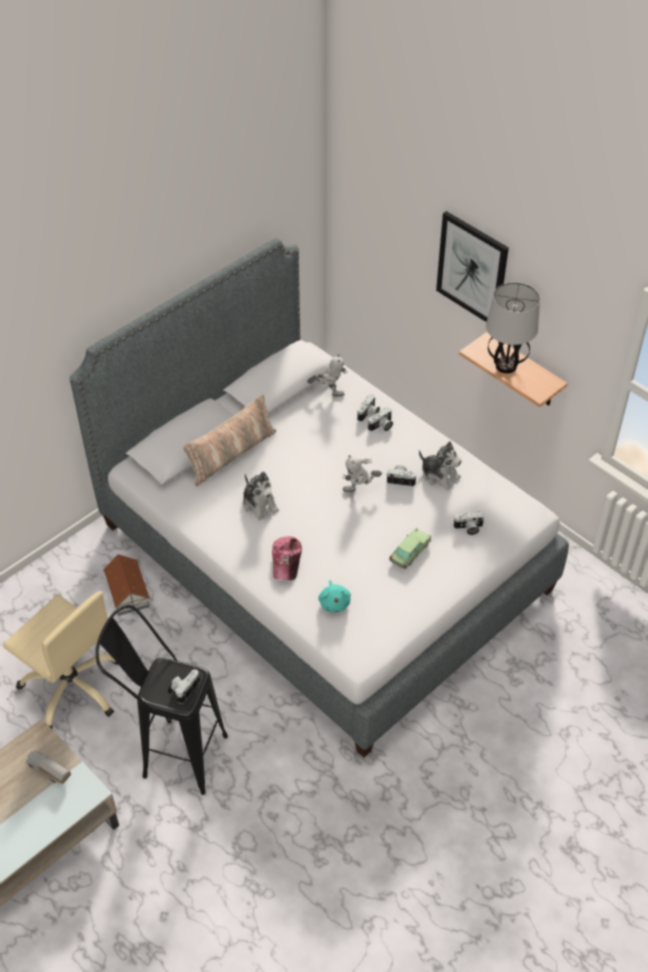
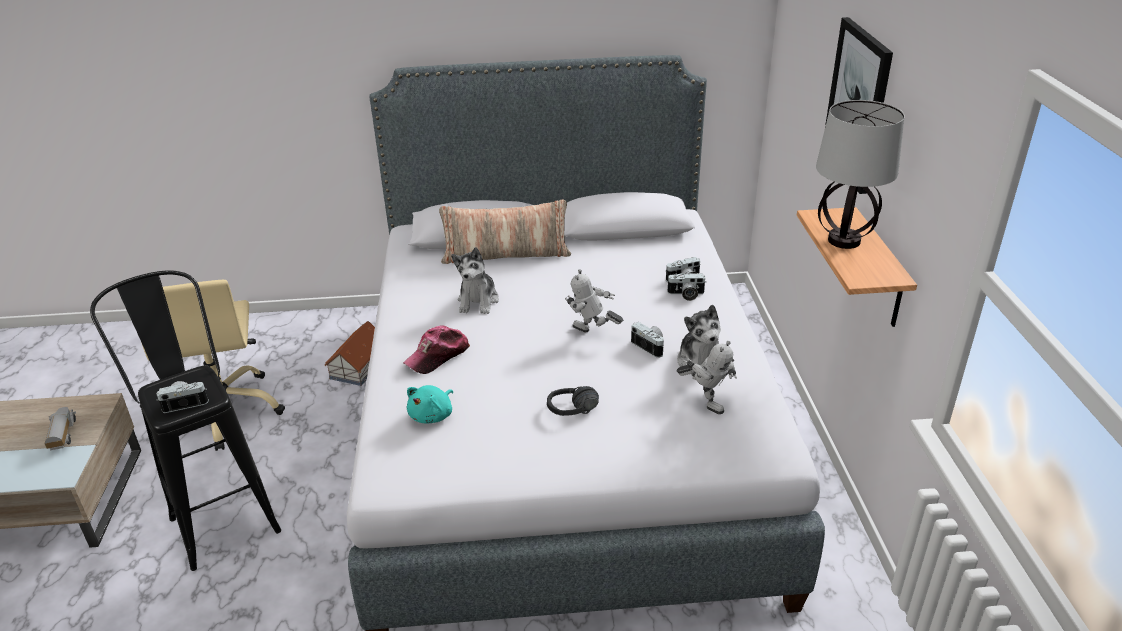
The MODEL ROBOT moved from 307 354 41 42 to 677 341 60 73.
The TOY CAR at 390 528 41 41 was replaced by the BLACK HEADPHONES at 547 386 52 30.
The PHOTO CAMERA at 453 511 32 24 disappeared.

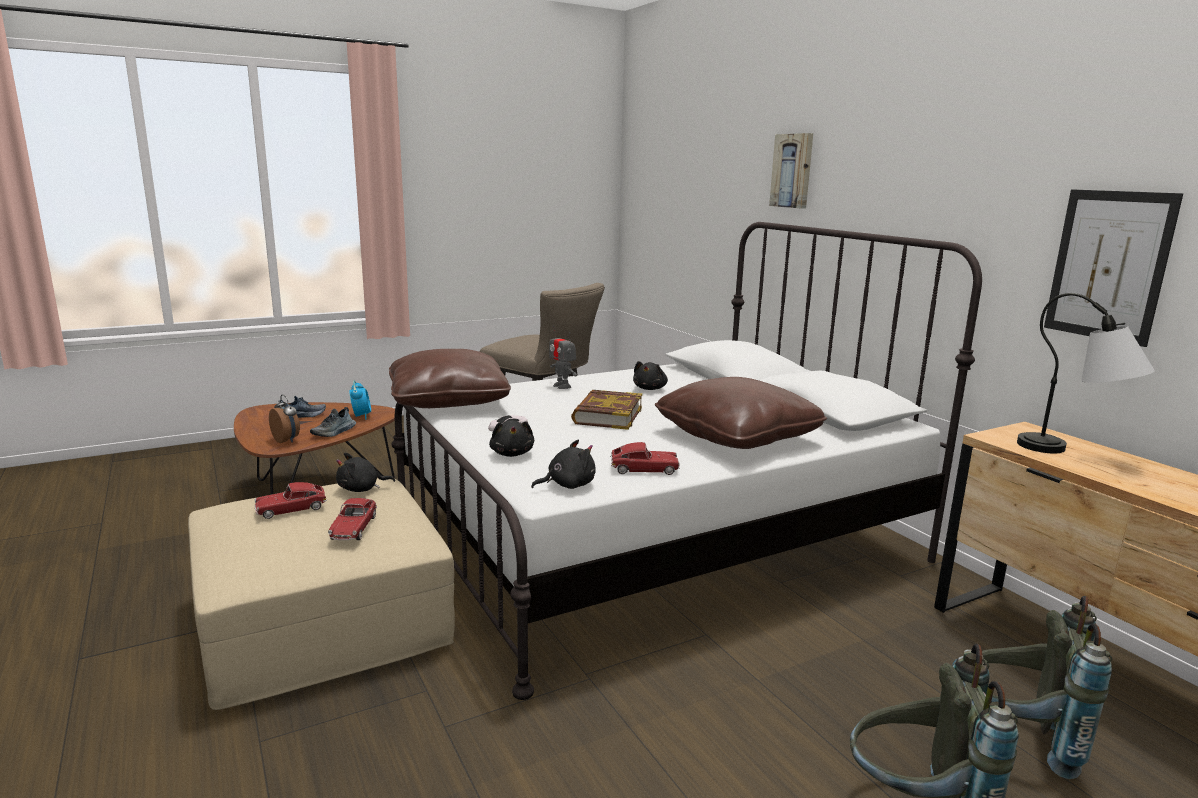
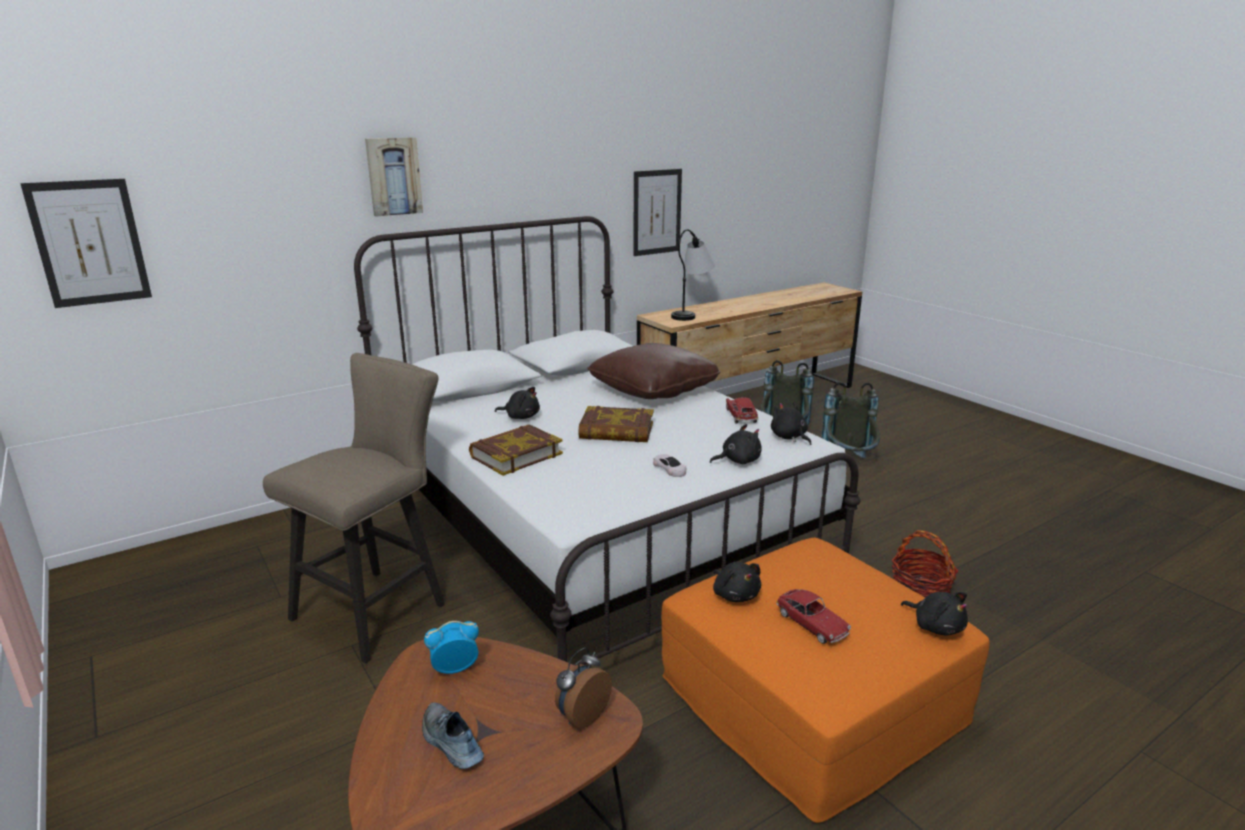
The SAND-COLOURED FOOTREST at 188 478 267 232 became the ORANGE-COLOURED FOOTREST at 662 538 328 285.
The SHOE at 310 407 46 30 disappeared.
The TOY CAR at 328 498 49 42 disappeared.
The BROWN PILLOW at 389 349 122 59 disappeared.
The MODEL ROBOT at 549 326 28 63 was replaced by the VOLUME at 469 424 94 52.
The PICTURE at 20 179 132 129 appeared.
The BASKET at 892 530 66 68 appeared.
The BLACK PLUSH TOY at 901 592 67 43 appeared.

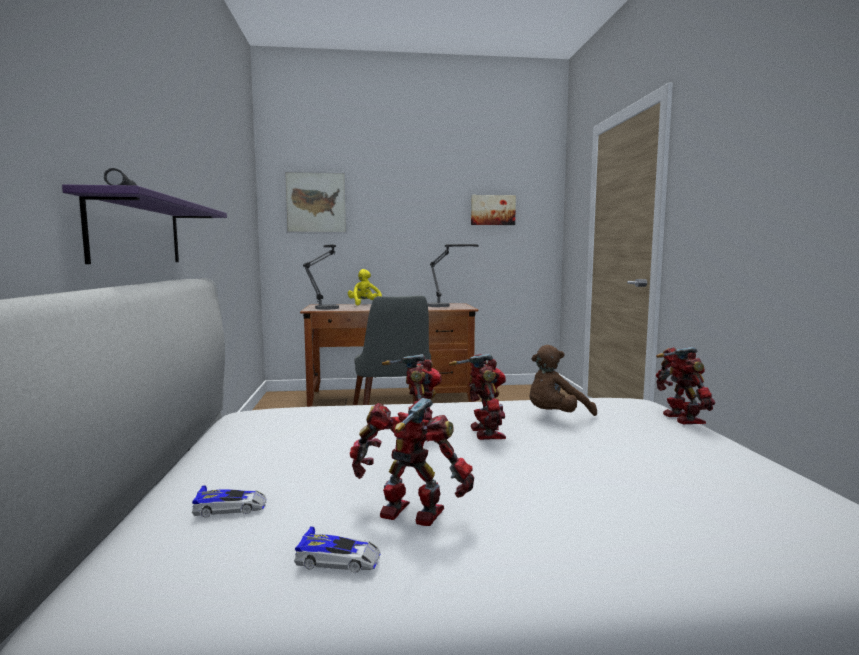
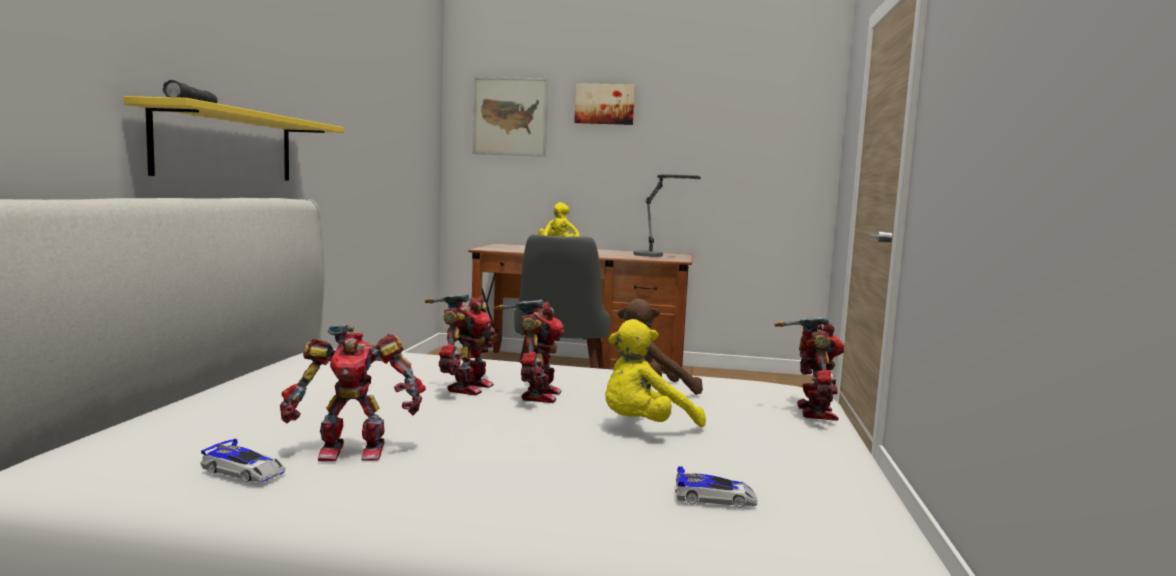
The PURPLE-COLOURED BRACKET SHELF at 62 184 165 80 became the YELLOWISH BRACKET SHELF at 124 96 220 85.
The TOY CAR moved from 192 485 75 32 to 675 466 82 42.
The LAMP FOR A TABLE at 303 244 36 66 disappeared.
The MODEL ROBOT at 350 398 124 128 turned 135 degrees clockwise.
The PICTURE moved from 471 195 45 30 to 574 83 61 42.
The YELLOWISH PLUSH TOY at 605 319 101 109 appeared.

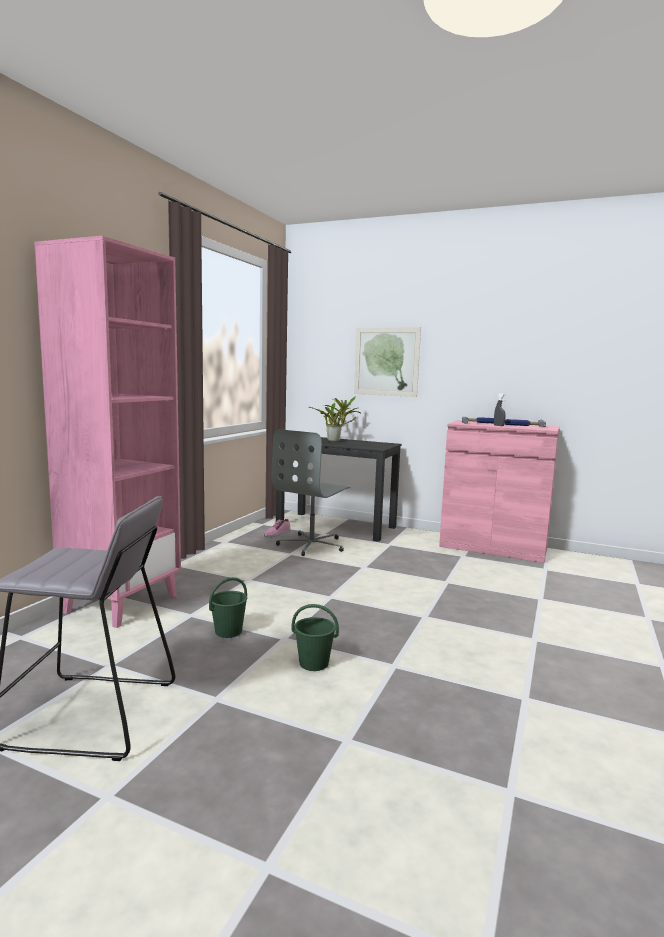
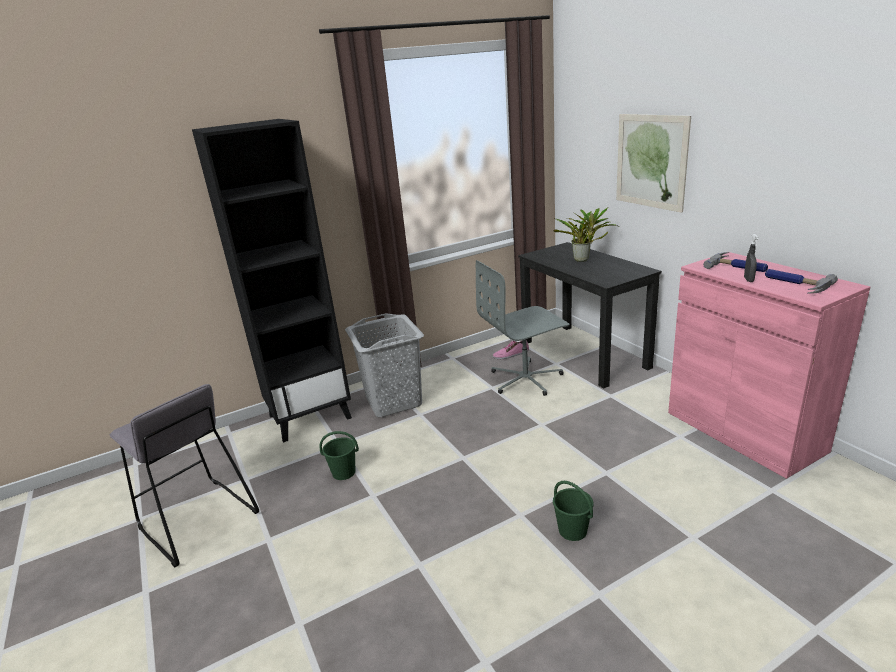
The PINK-COLOURED SHELVING UNIT at 34 236 147 392 became the BLACK SHELVING UNIT at 192 119 160 324.
The GREEN WATER BUCKET moved from 292 604 47 67 to 553 481 41 60.
The GRAY LAUNDRY BASKET at 345 313 79 104 appeared.

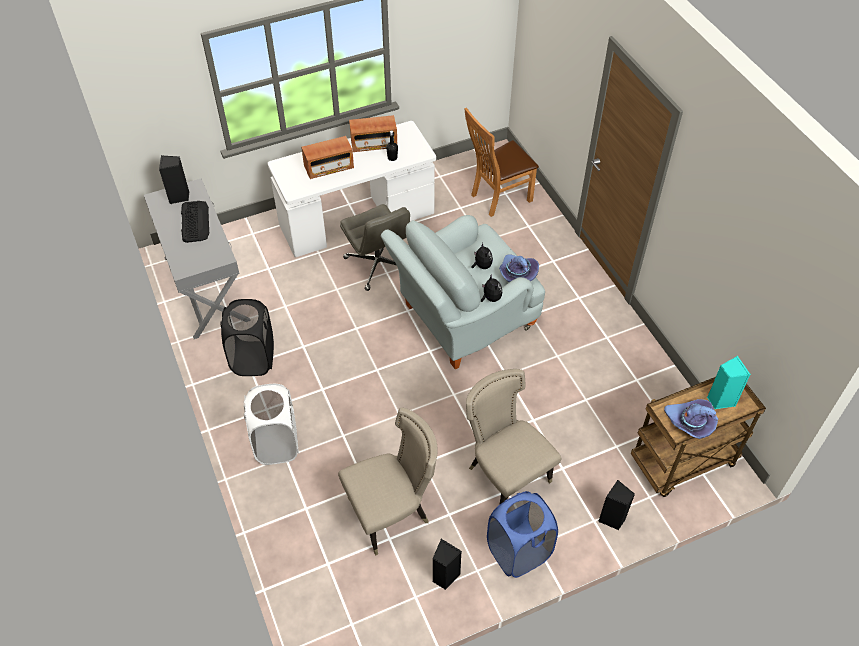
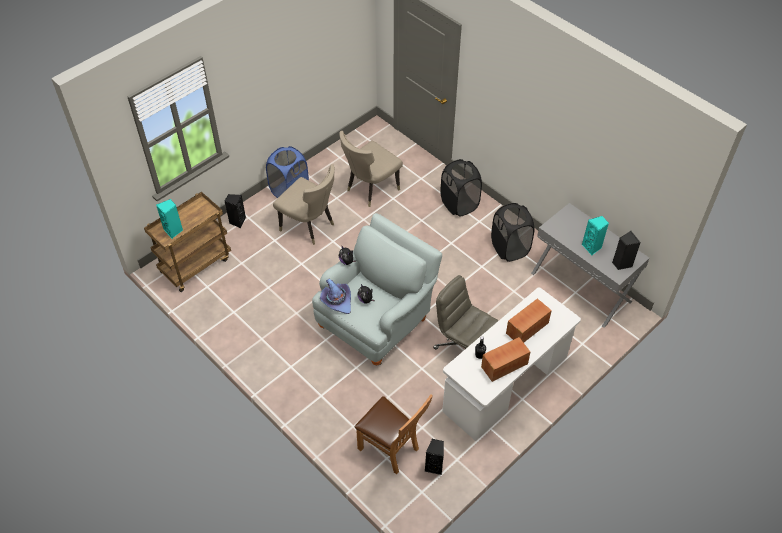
The KEYBOARD at 181 201 29 42 was replaced by the BLUE-GREEN LOUDSPEAKER at 582 216 27 39.
The WHITE LAUNDRY BASKET at 244 384 55 81 became the BLACK LAUNDRY BASKET at 440 159 42 58.
The BLACK LOUDSPEAKER moved from 432 539 30 51 to 424 439 20 36.
The BROWN UPRIGHT CHAIR at 464 108 75 109 turned 90 degrees clockwise.
The PURPLE-COLOURED WEARABLE HAT at 664 399 54 40 disappeared.

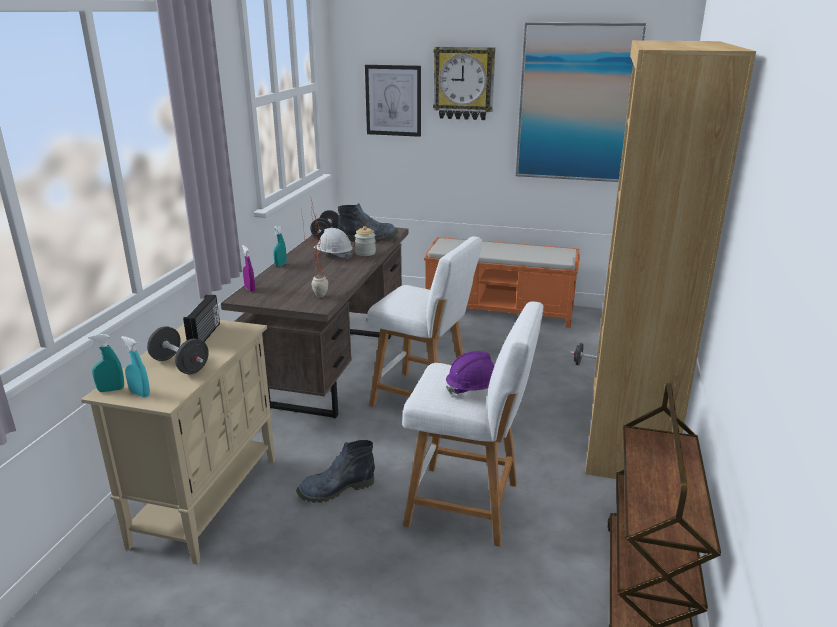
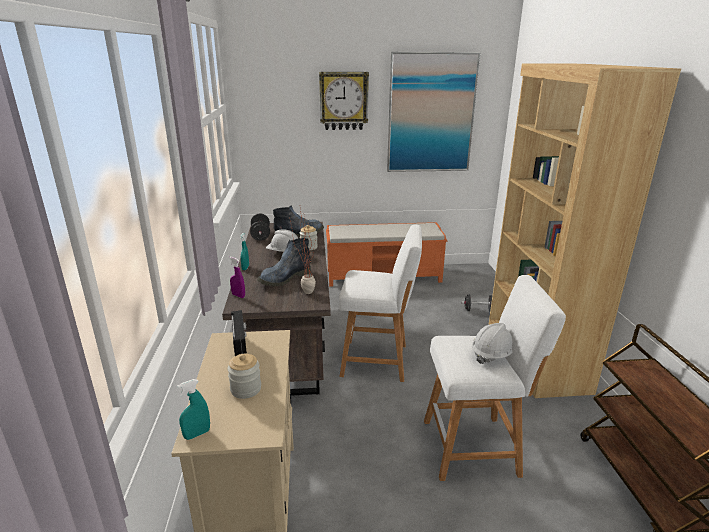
The BLUE-GREEN SPRAY BOTTLE at 121 336 29 61 disappeared.
The BLACK DUMBBELL at 147 326 62 48 was replaced by the PRESERVE JAR at 227 354 34 45.
The HIGH-TOP BOOT moved from 296 440 79 63 to 257 238 54 49.
The PICTURE at 365 65 56 72 disappeared.
The PURPLE-COLOURED SAFETY HELMET at 446 351 48 44 became the WHITE SAFETY HELMET at 472 323 40 41.

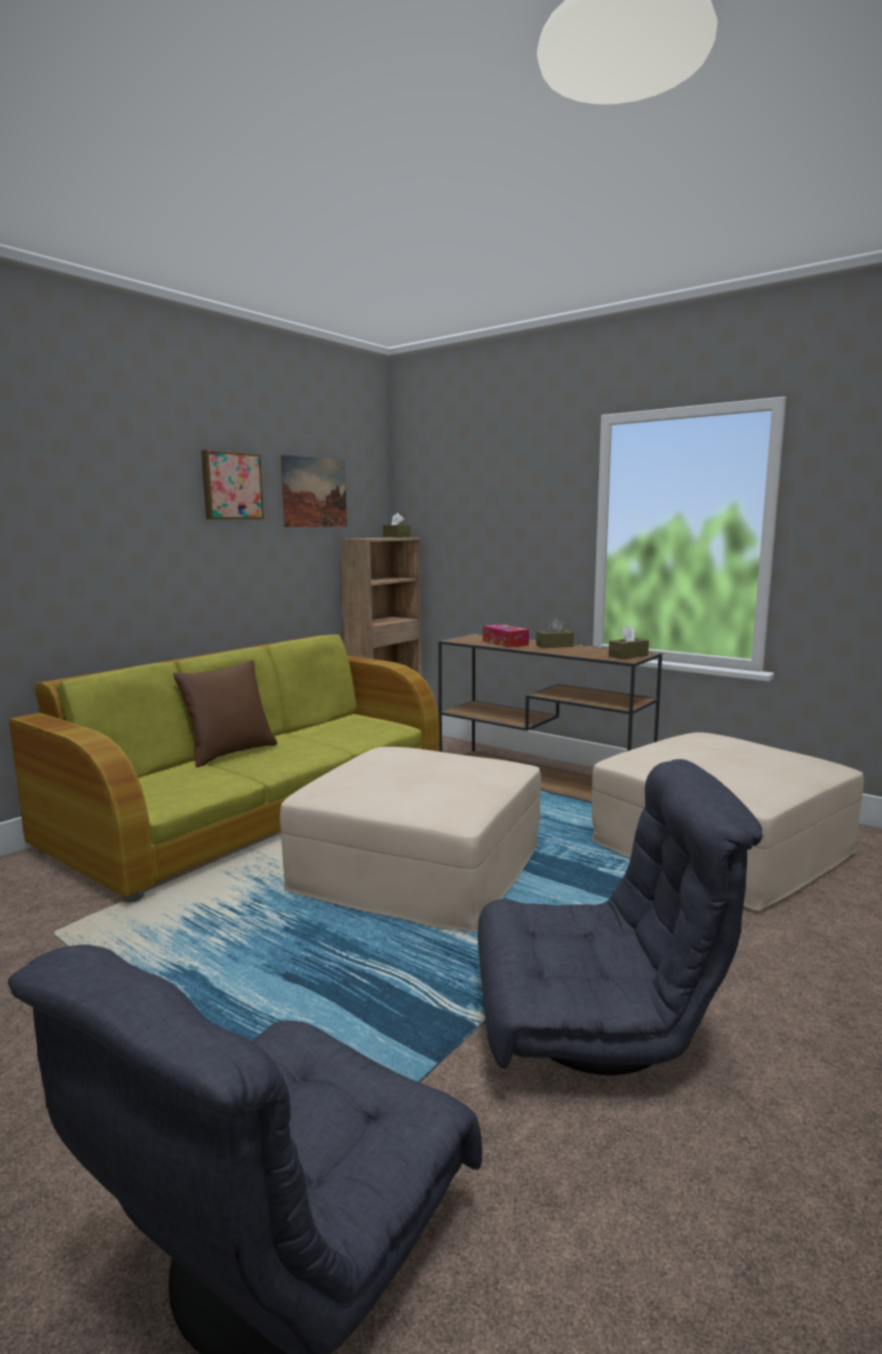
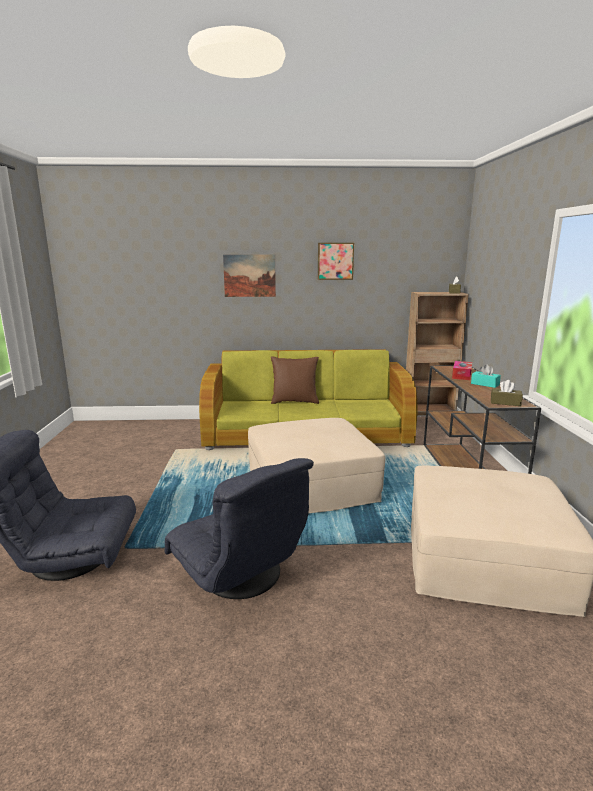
The PICTURE moved from 280 455 67 72 to 223 254 53 43.
The BROWN BOX OF TISSUES at 536 618 38 30 became the BLUE-GREEN BOX OF TISSUES at 471 364 30 24.

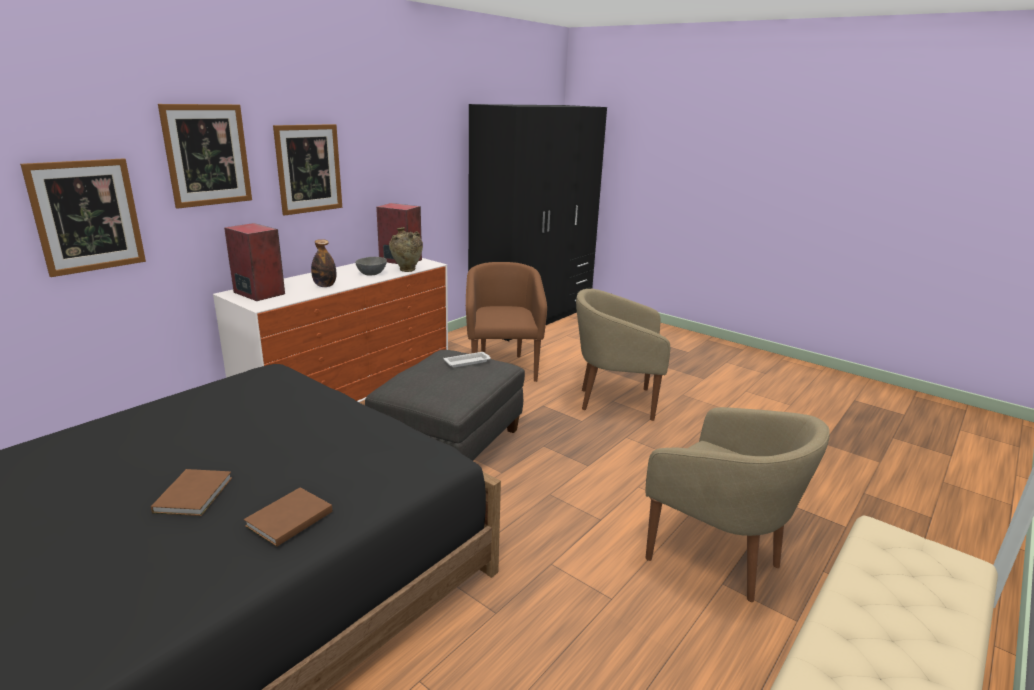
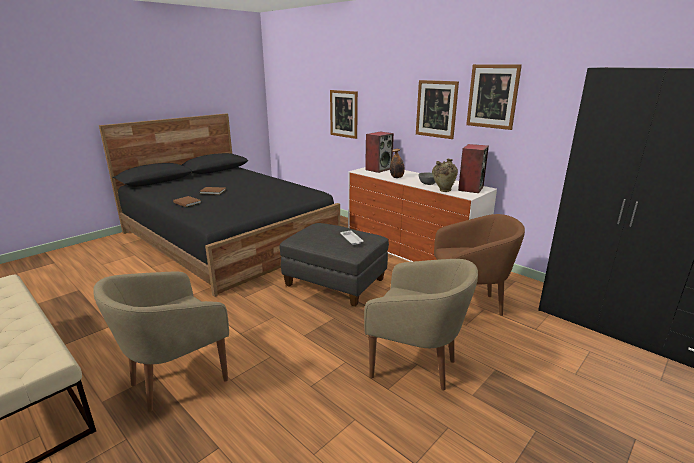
The PICTURE moved from 158 104 94 105 to 466 64 56 66.
The SAND-COLOURED ARMCHAIR at 576 289 94 132 turned 105 degrees clockwise.

